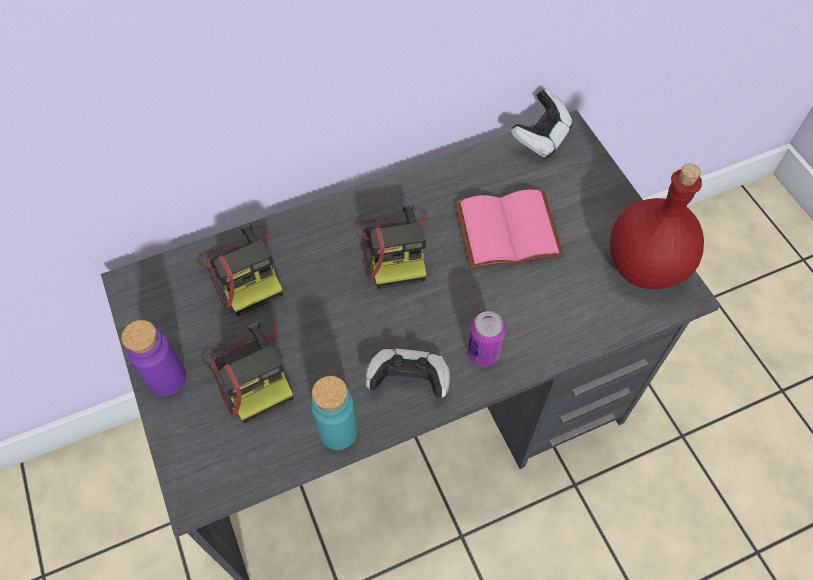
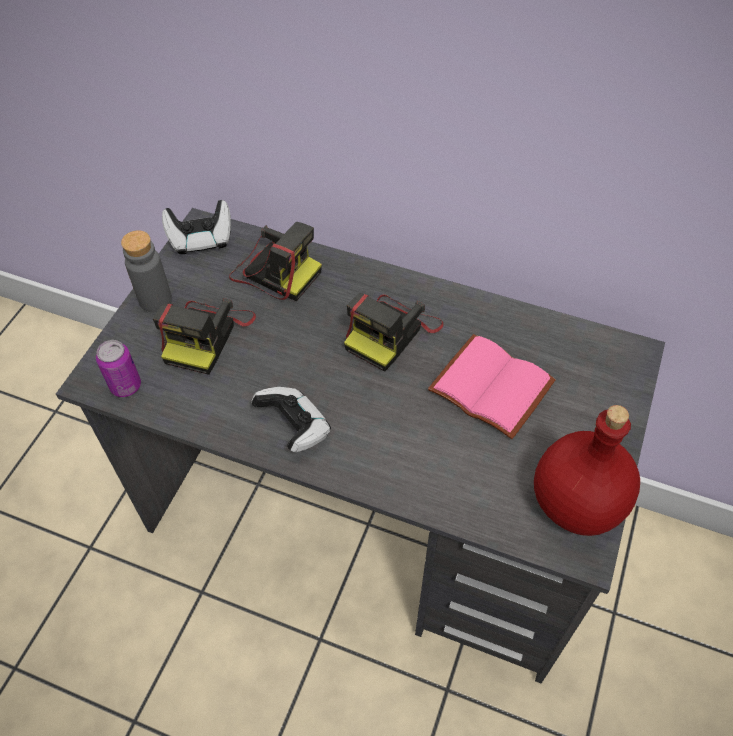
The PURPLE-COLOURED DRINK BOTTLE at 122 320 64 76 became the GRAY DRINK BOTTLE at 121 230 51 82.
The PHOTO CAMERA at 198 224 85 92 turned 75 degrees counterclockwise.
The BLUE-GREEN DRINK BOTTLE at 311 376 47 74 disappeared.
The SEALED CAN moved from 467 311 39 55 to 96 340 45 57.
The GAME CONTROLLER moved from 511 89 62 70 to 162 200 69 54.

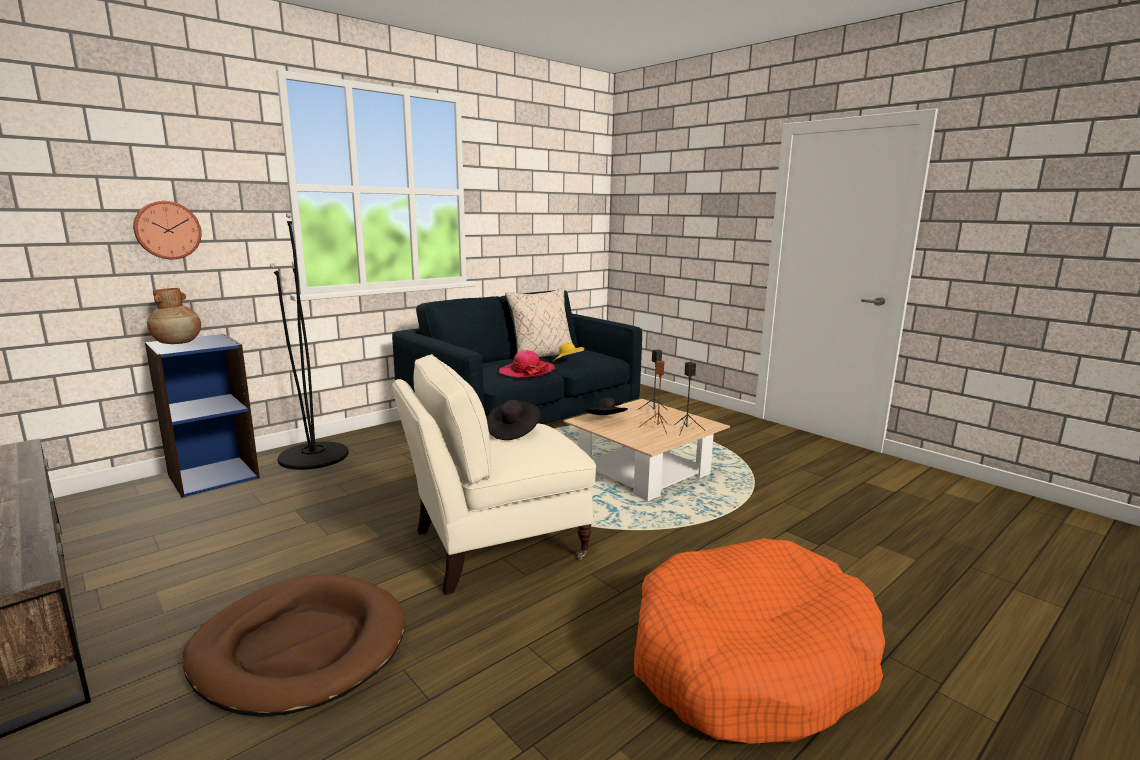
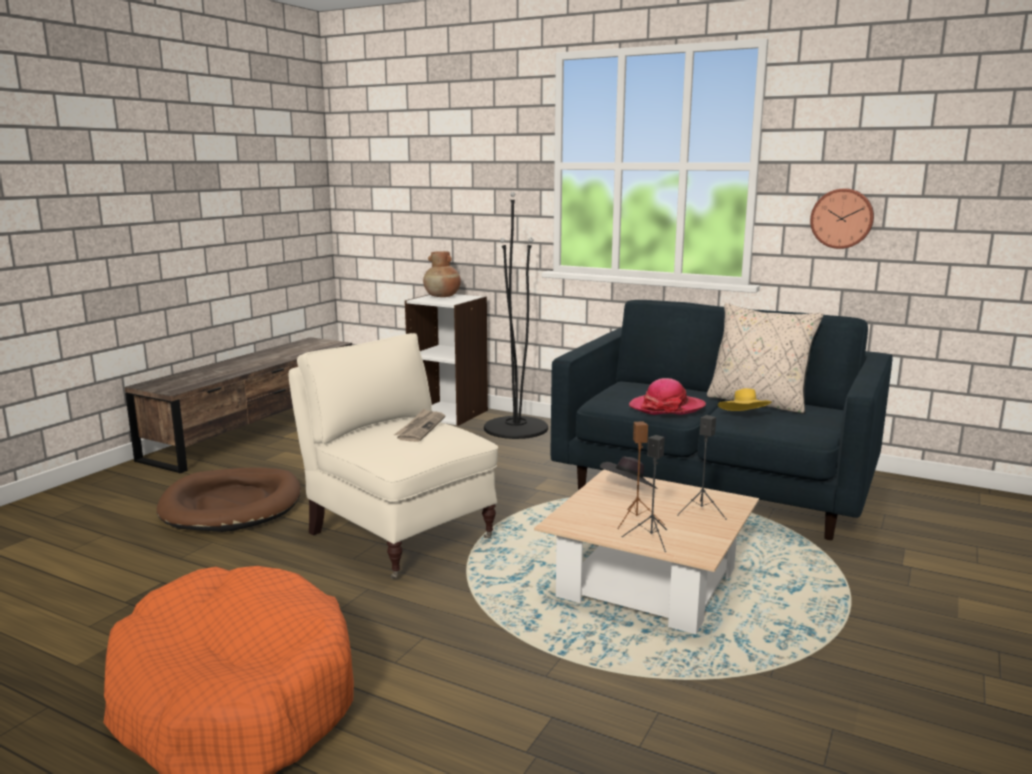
The CLOCK ON THE WALL moved from 133 201 69 58 to 810 188 64 61.
The BLUE SHELVING UNIT at 145 334 115 164 became the WHITE SHELVING UNIT at 405 294 83 132.
The BLACK WEARABLE HAT at 487 400 54 40 was replaced by the DAILY PAPER at 394 409 51 33.

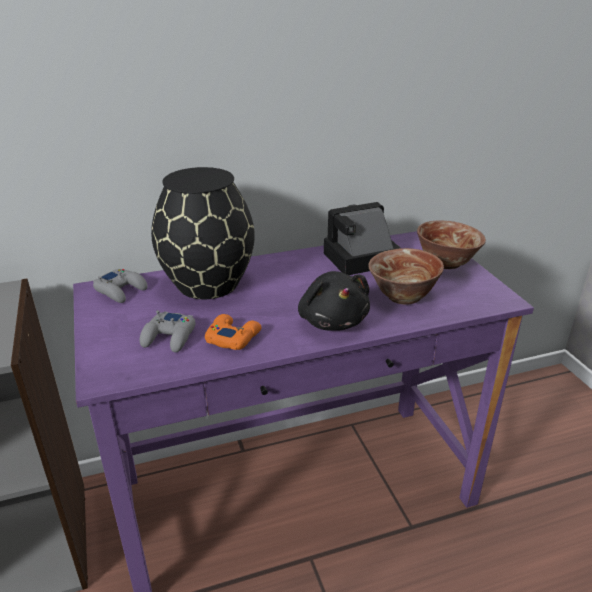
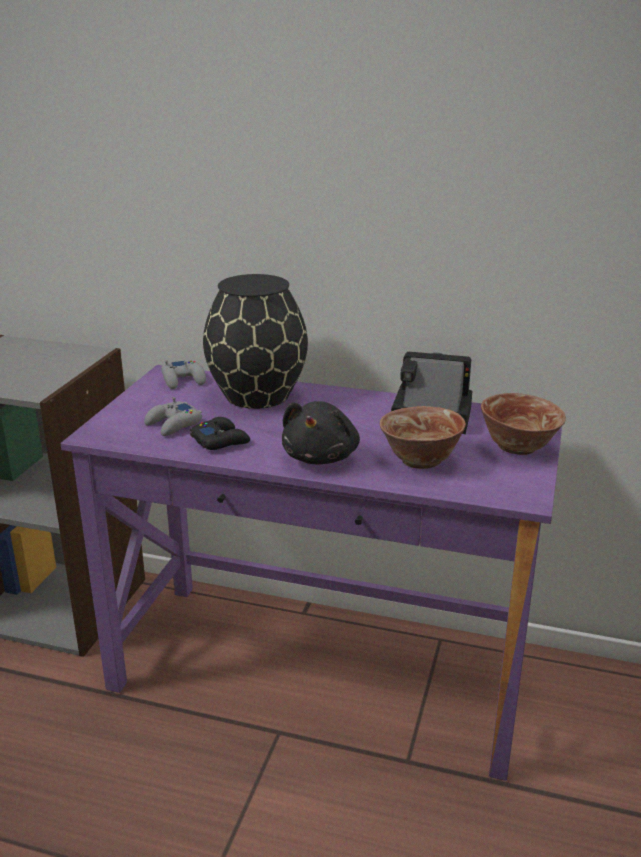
The ORANGE-COLOURED GAME CONTROLLER at 205 314 57 36 became the BLACK GAME CONTROLLER at 190 417 60 33.

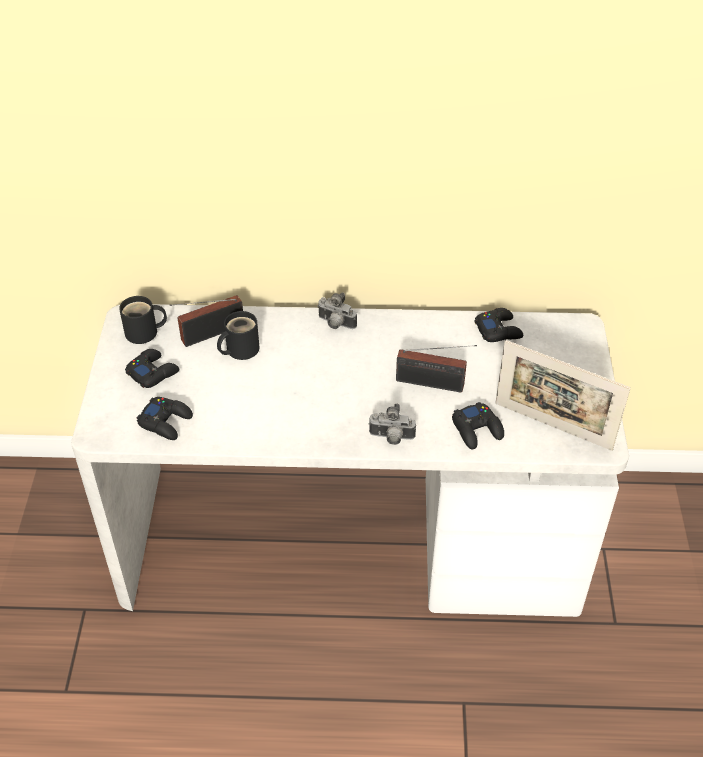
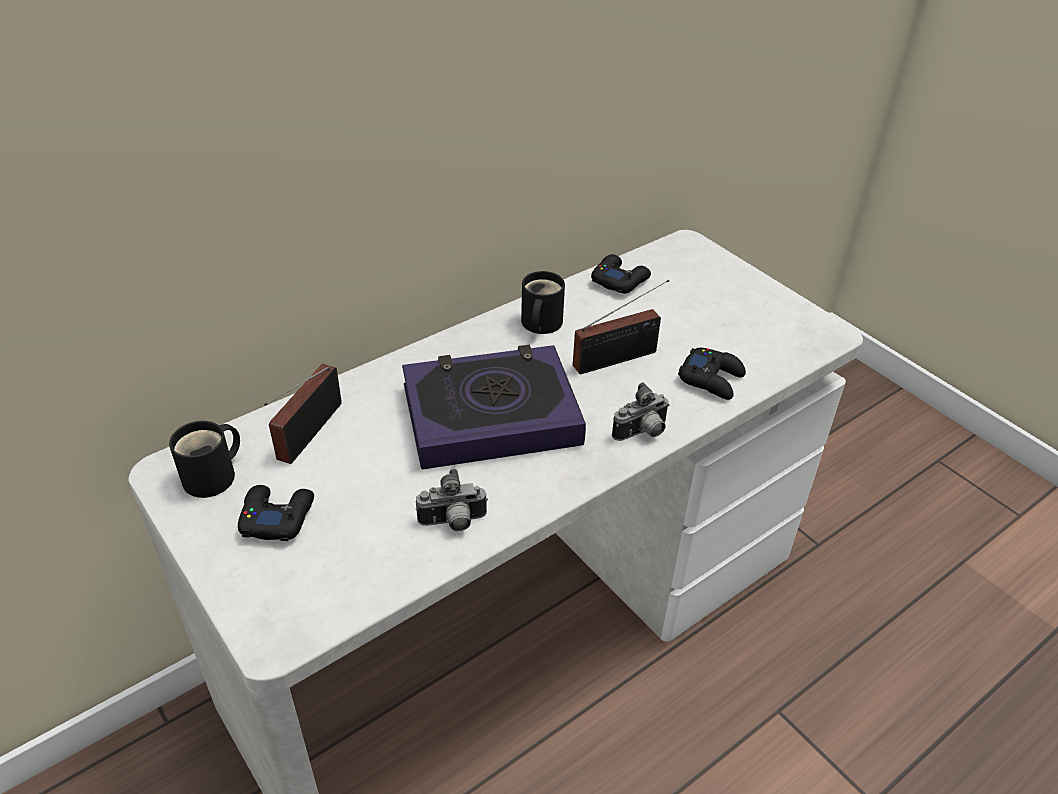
The BLACK GAME CONTROLLER at 137 397 56 43 disappeared.
The BLACK TEA MUG moved from 217 311 43 49 to 521 271 44 63.
The PHOTO CAMERA moved from 317 292 40 37 to 416 469 71 62.
The STANDING FRAME at 495 340 136 111 disappeared.
The VOLUME at 402 345 184 125 appeared.

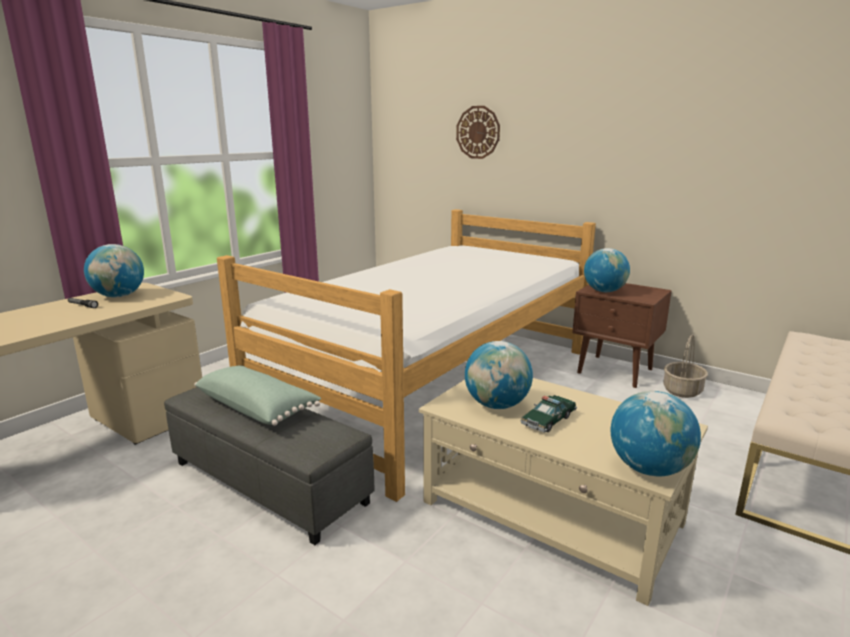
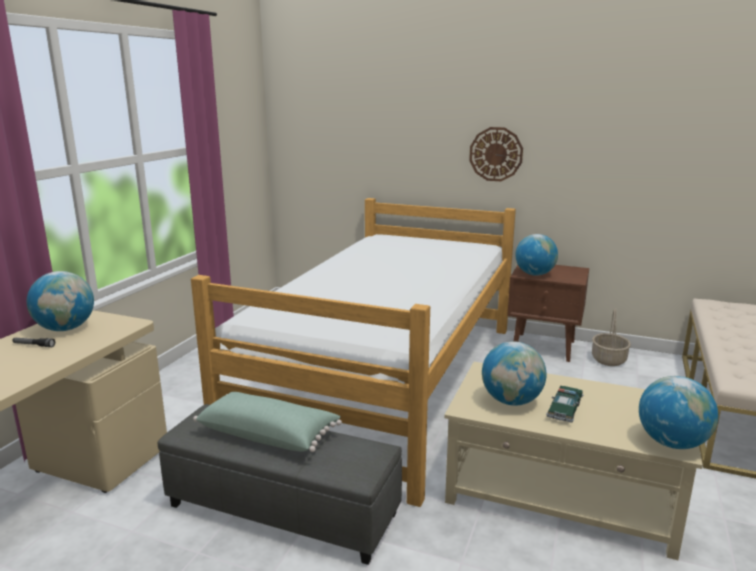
The CLOCK ON THE WALL moved from 456 106 44 53 to 469 127 54 54.

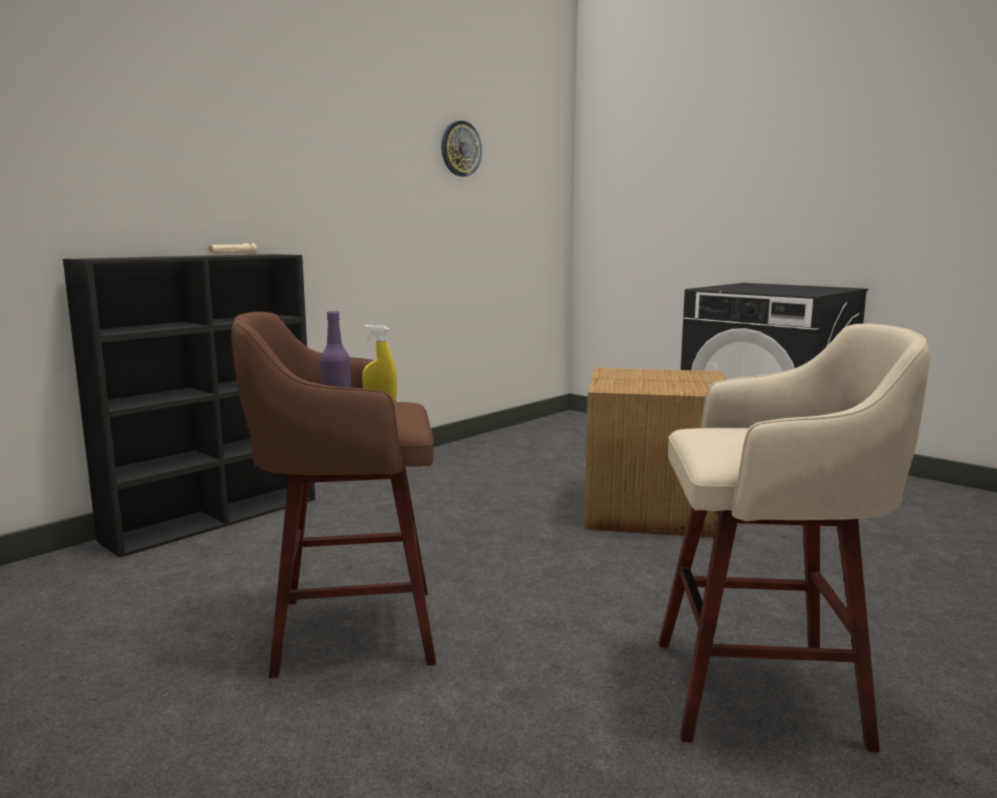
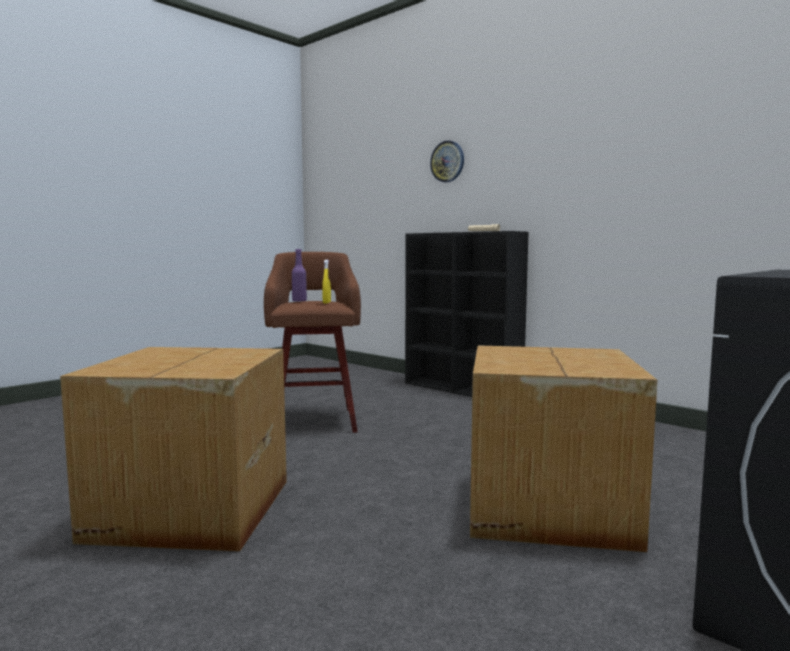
The CLOCK ON THE WALL moved from 441 121 41 56 to 430 140 34 42.
The SAND-COLOURED SITTING STOOL at 659 324 271 428 was replaced by the PACKING BOX at 60 347 227 204.

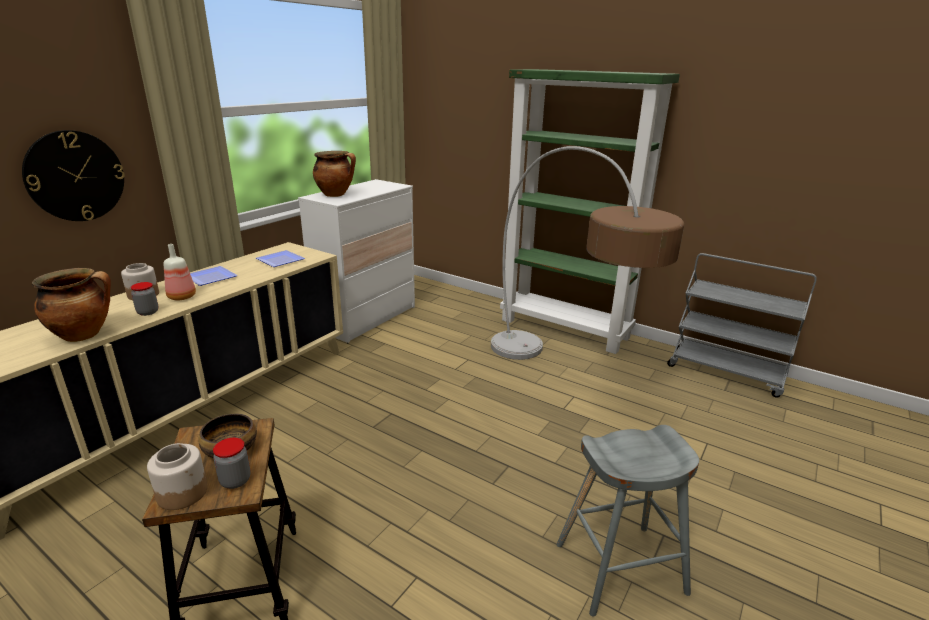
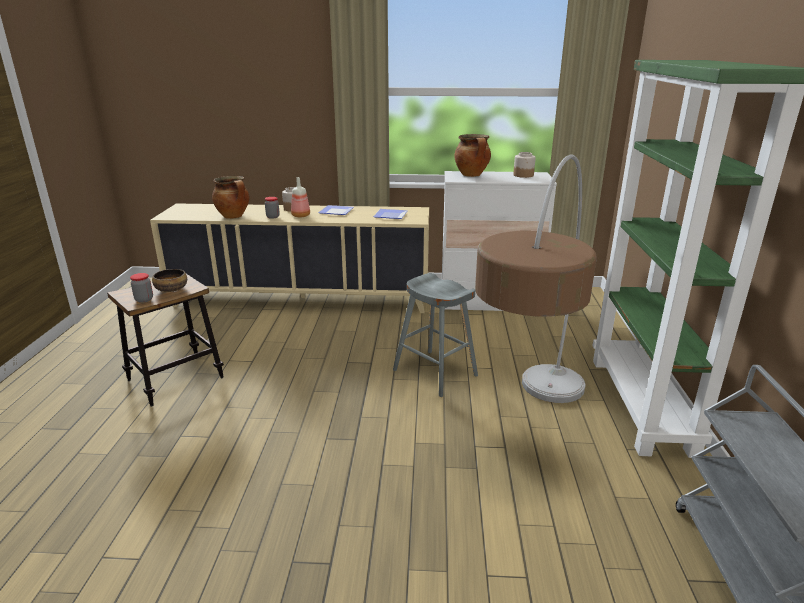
The CLOCK ON THE WALL at 22 130 103 91 disappeared.
The PRESERVE JAR moved from 147 443 60 67 to 513 152 23 26.
The GRAY SITTING STOOL moved from 557 425 142 192 to 393 273 85 124.

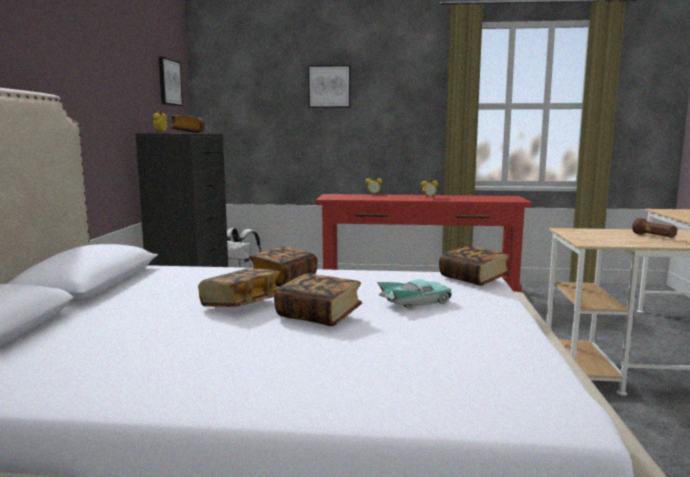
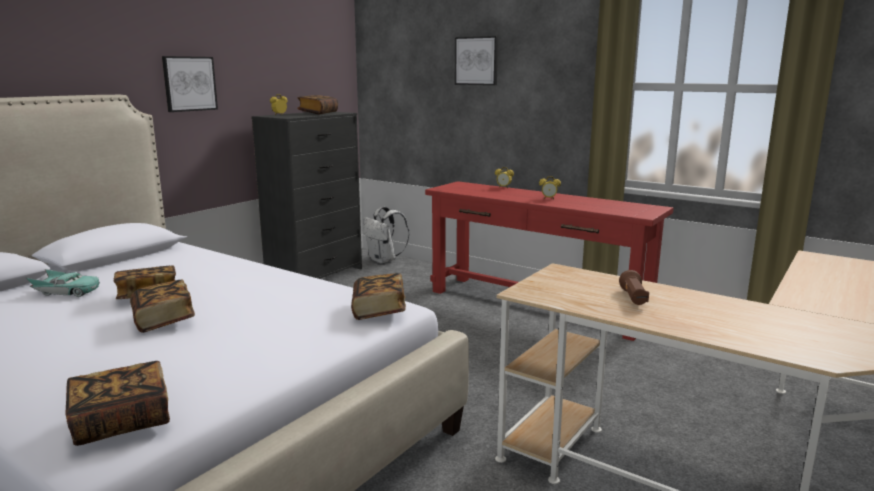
The PICTURE moved from 158 57 25 49 to 162 56 56 56.
The VOLUME moved from 249 246 68 41 to 65 361 105 85.
The BLUE-GREEN TOY CAR moved from 377 279 75 30 to 26 269 74 28.

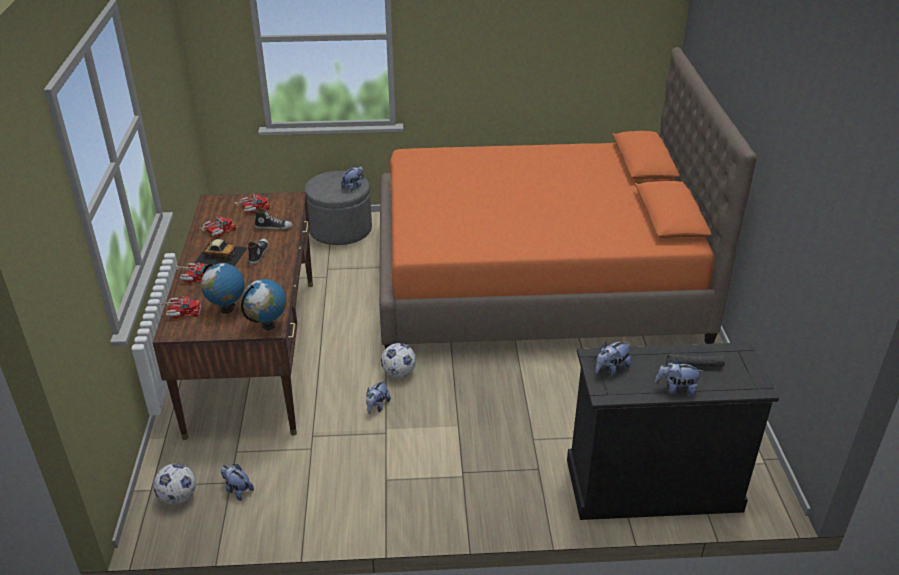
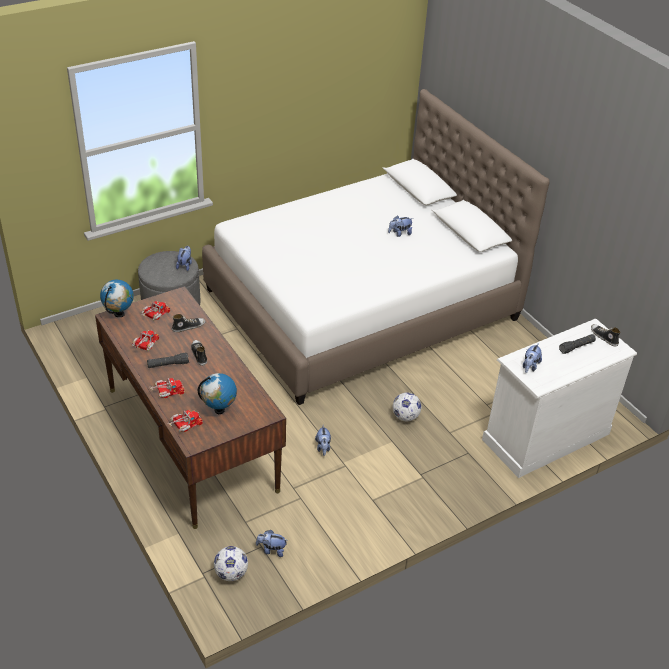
The TOY CAR at 195 239 52 28 was replaced by the BLACK HAND TORCH at 147 352 42 16.
The DESK GLOBE moved from 241 279 45 51 to 100 280 34 37.
The ORANGE-COLOURED BED at 379 47 378 302 became the WHITE BED at 202 89 348 316.
The FOOTBALL BALL moved from 381 343 35 35 to 393 392 28 29.
The BLACK DRESSER at 567 342 212 178 became the WHITE DRESSER at 482 319 155 159.
The PLUSH TOY moved from 655 359 48 37 to 388 215 25 22.
The SHOE at 591 324 30 22 appeared.

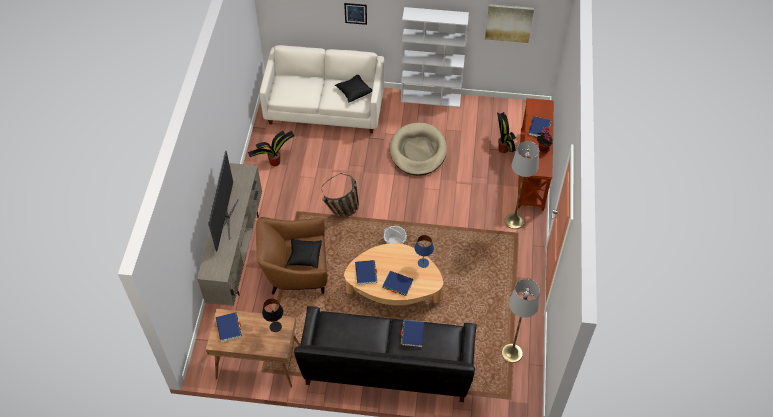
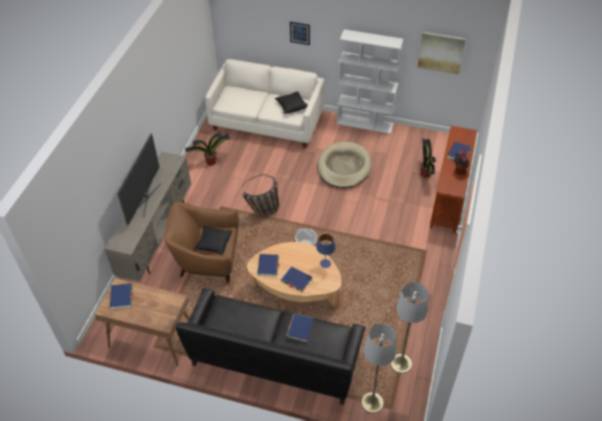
The BLACK LAMP FOR A TABLE at 262 299 21 33 disappeared.
The GRAY STANDING LAMP moved from 505 141 34 88 to 361 323 35 90.

